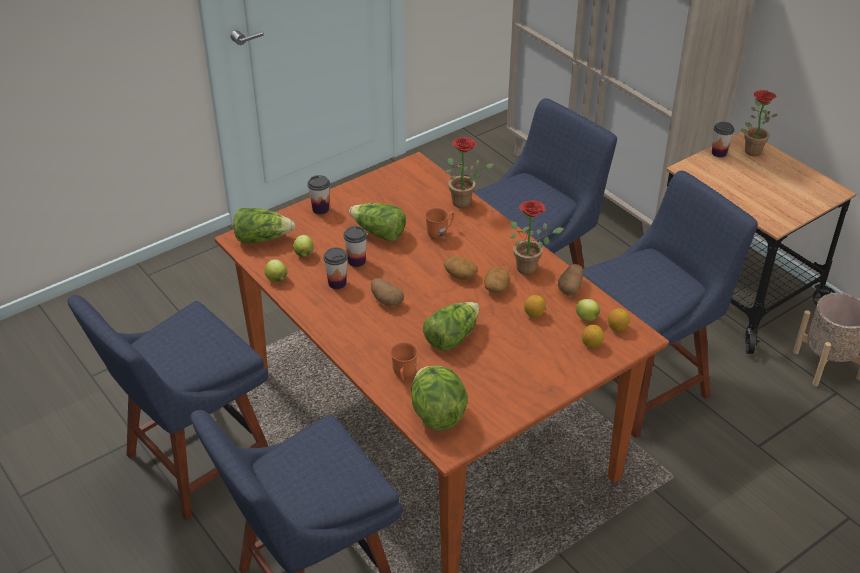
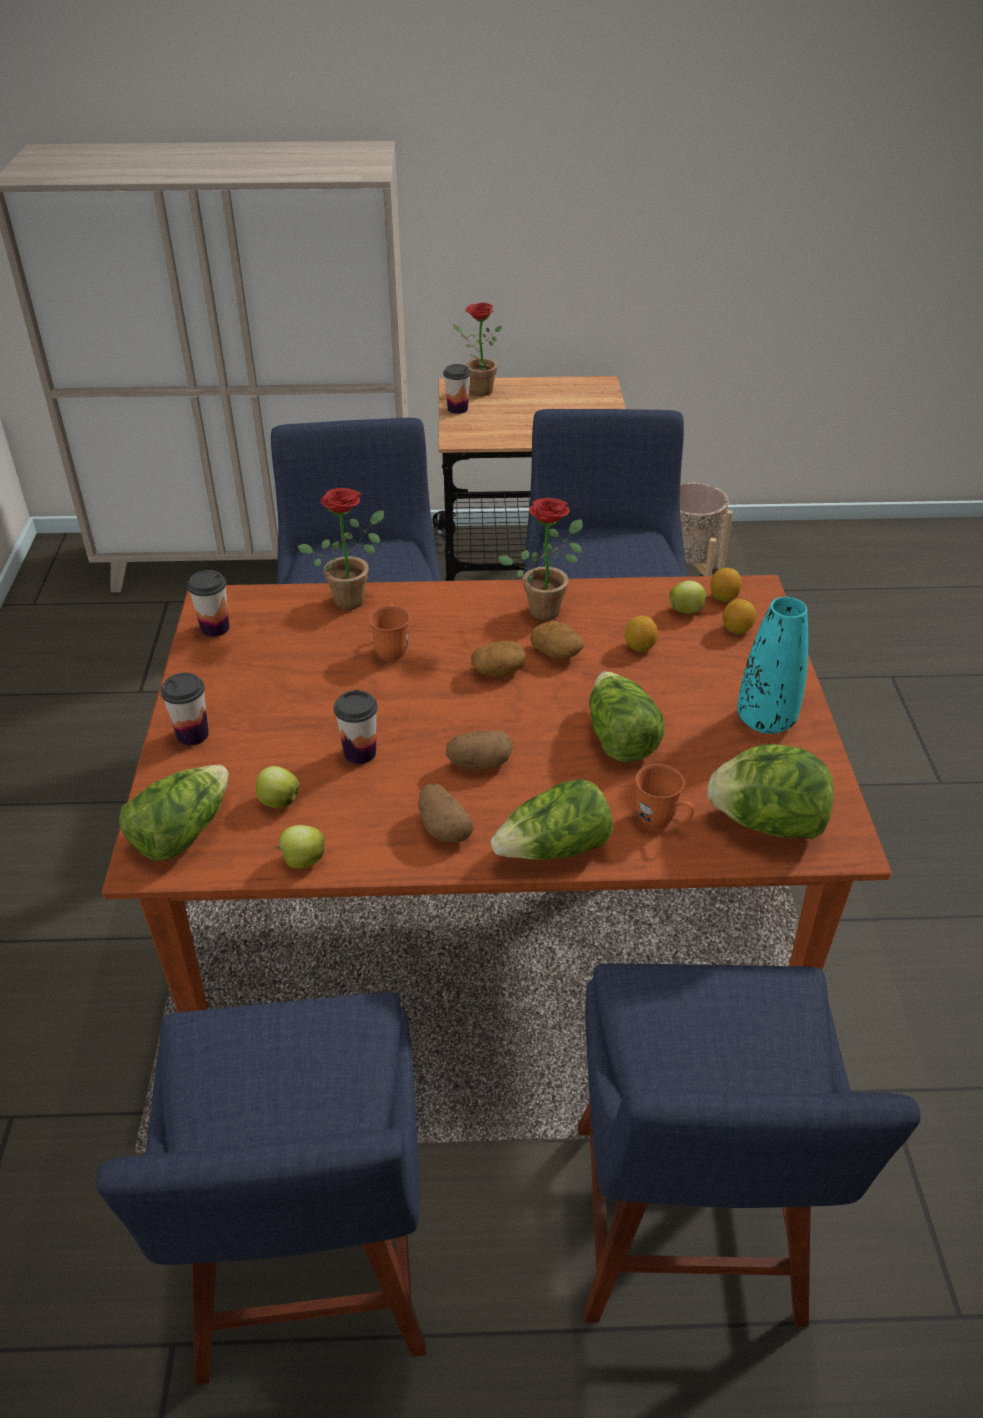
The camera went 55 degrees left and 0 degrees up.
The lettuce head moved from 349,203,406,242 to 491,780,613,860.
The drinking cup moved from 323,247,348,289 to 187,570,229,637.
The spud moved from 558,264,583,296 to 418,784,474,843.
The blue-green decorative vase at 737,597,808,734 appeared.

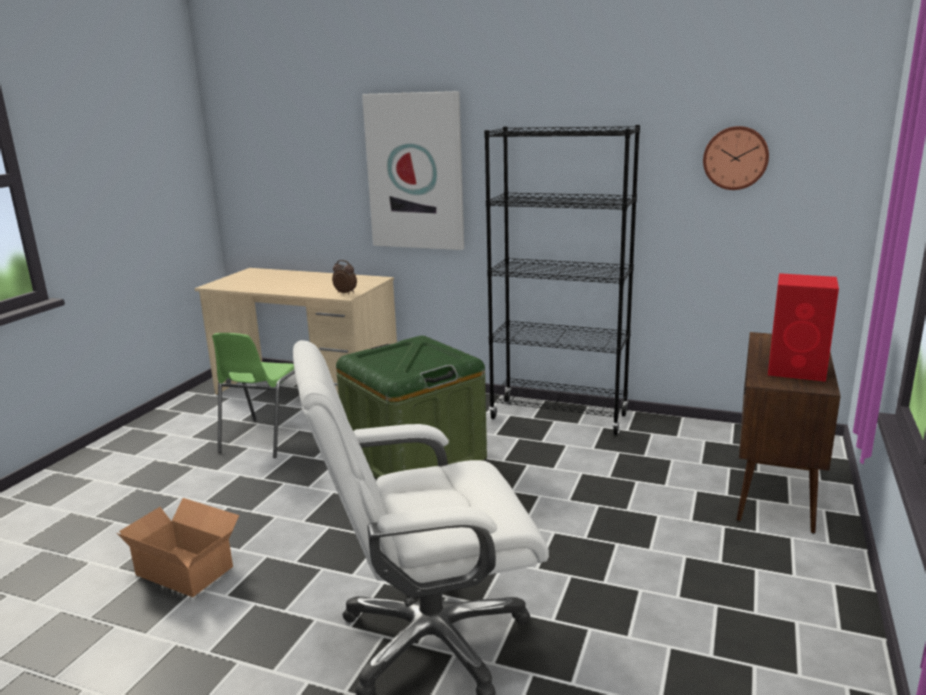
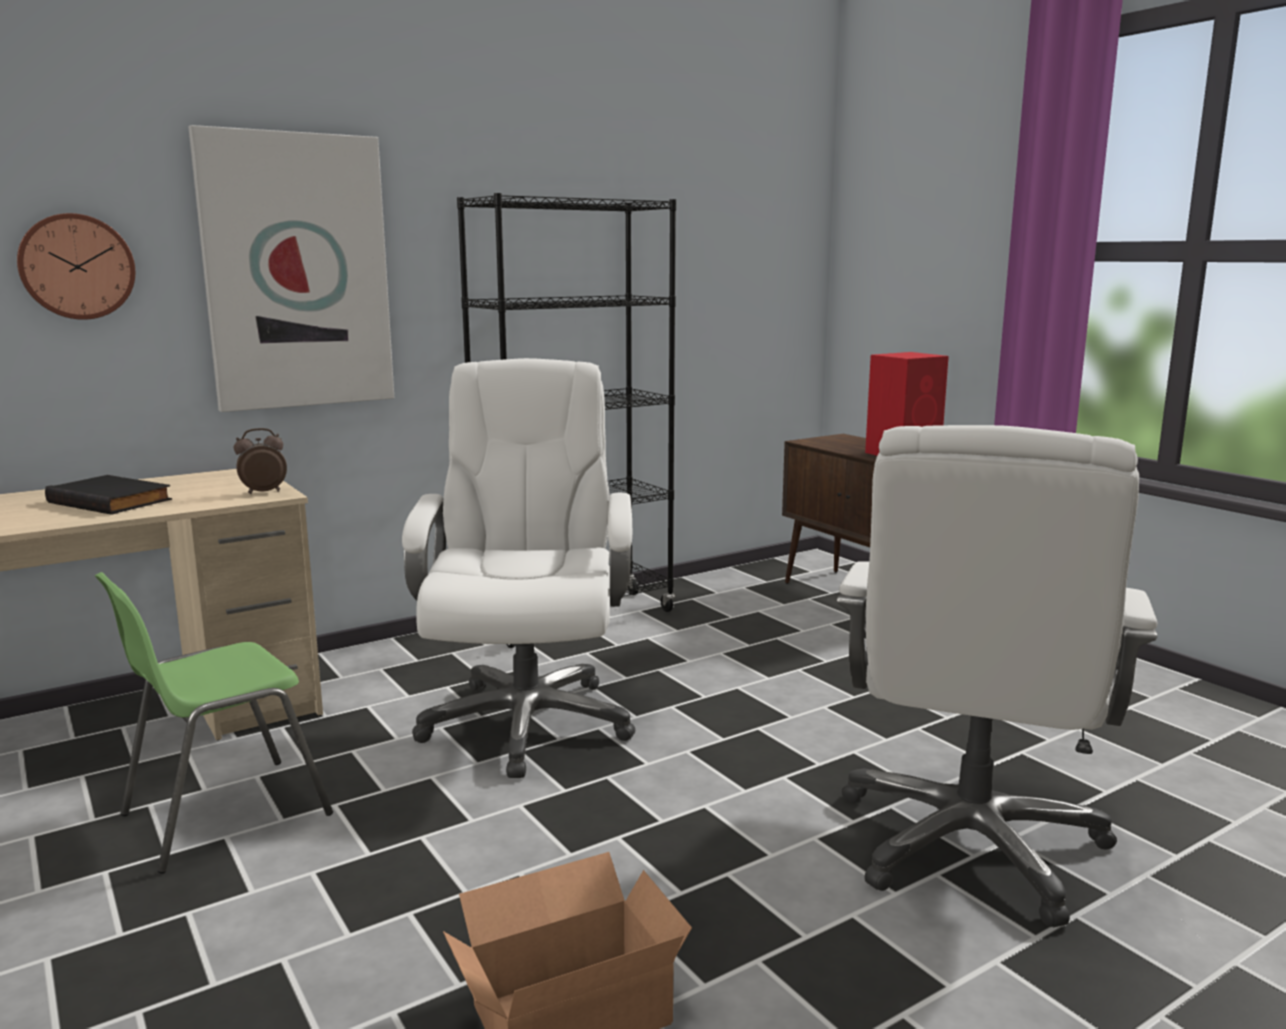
The camera went 55 degrees left and 5 degrees down.
The clock on the wall moved from 703,126,769,190 to 17,213,135,320.
The green-coloured chair at 212,333,295,458 turned 90 degrees clockwise.
The green-coloured storage bin at 336,336,487,480 was replaced by the white computer chair at 402,358,635,778.
The blackish book at 45,475,172,515 appeared.

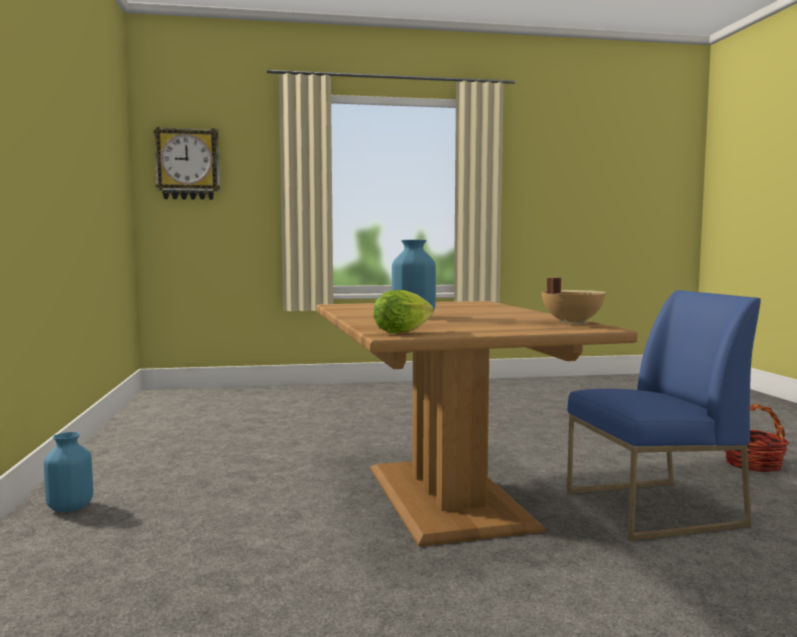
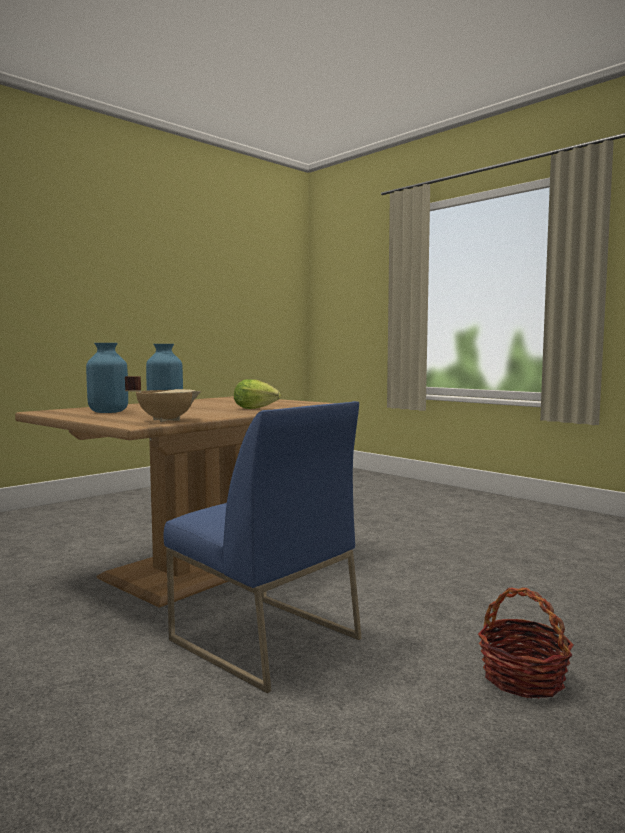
The camera went 55 degrees right and 0 degrees up.
The clock on the wall at 154,127,220,200 disappeared.
The lettuce head moved from 373,290,434,334 to 234,379,281,409.
The blue-coloured decorative vase moved from 44,432,93,512 to 86,343,128,413.

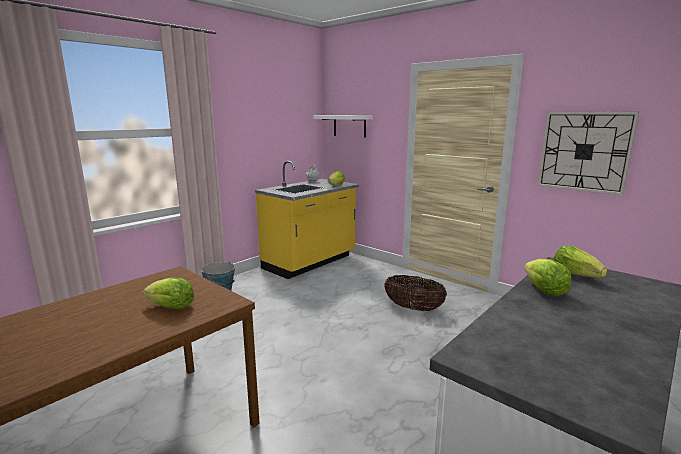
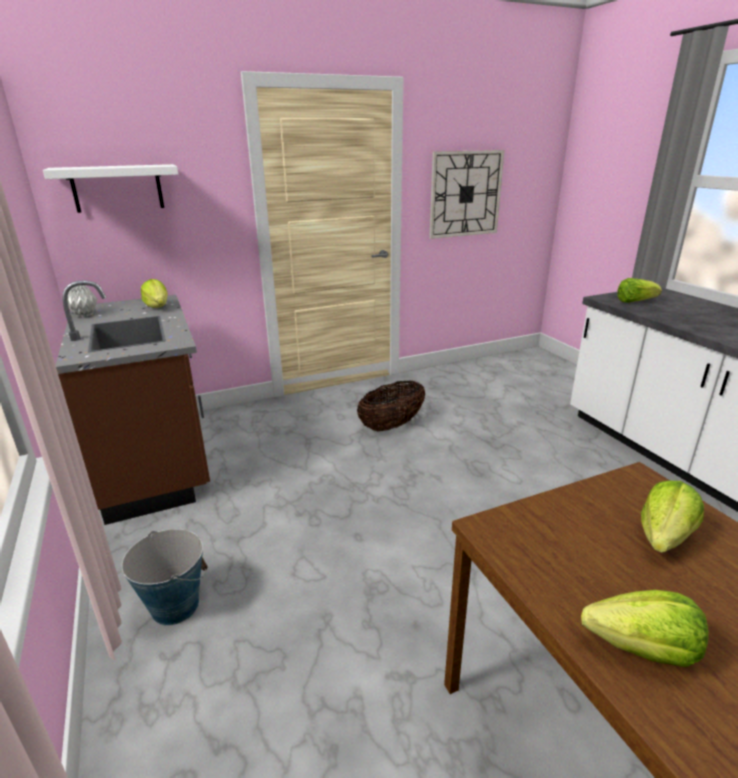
The camera went 65 degrees left and 10 degrees up.
The yellowish counter at 255,161,359,279 became the brownish counter at 56,280,210,525.
The lettuce head moved from 524,259,572,296 to 581,590,709,667.

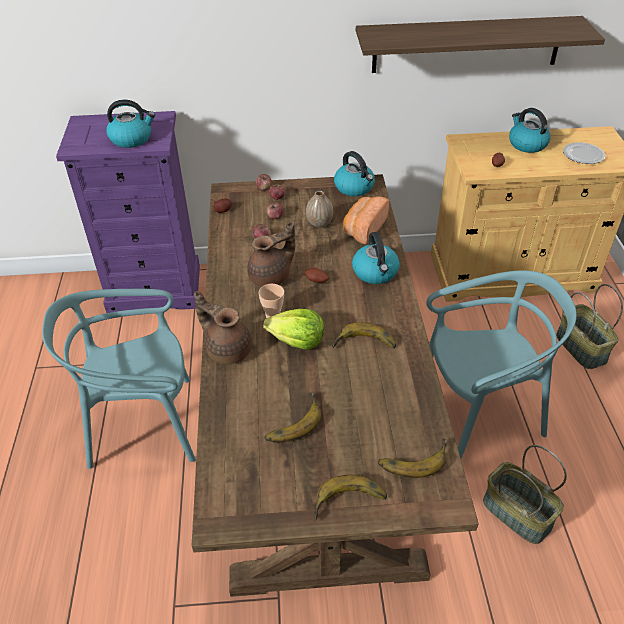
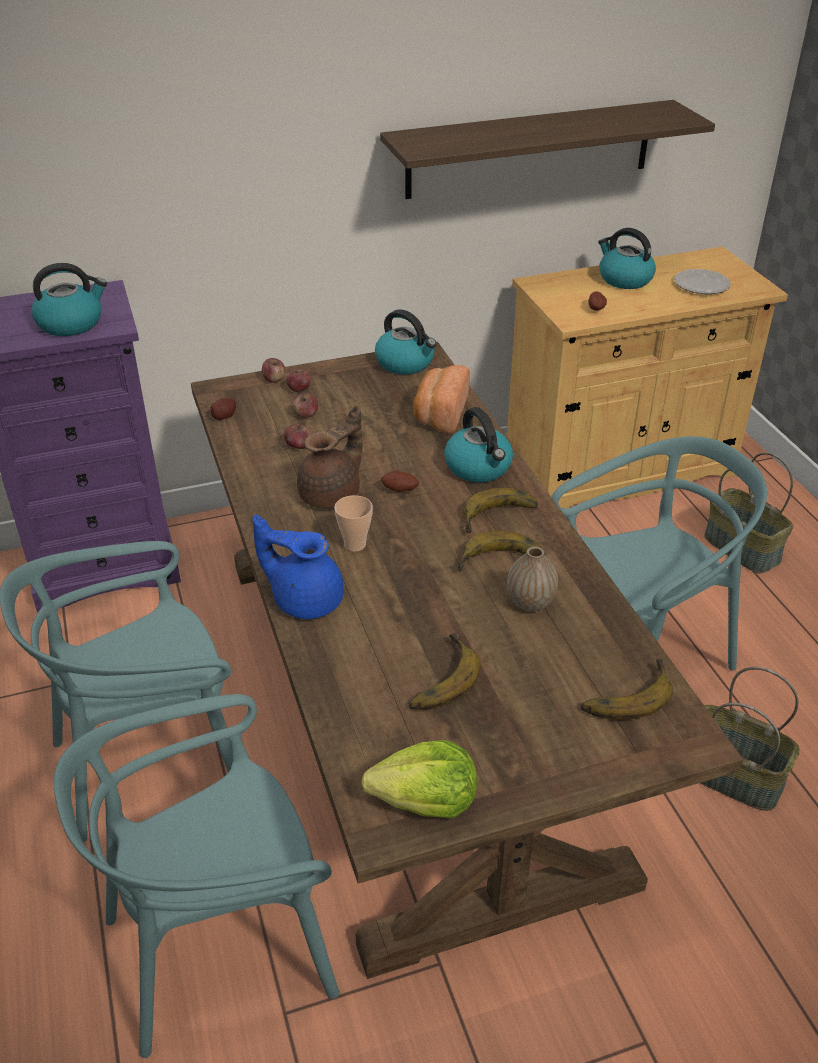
The camera went 15 degrees left and 5 degrees down.
The decorative vase moved from 306,191,333,227 to 507,547,558,611.
The brownish teapot at 194,291,252,364 became the blue-coloured teapot at 252,514,344,619.
The lettuce head moved from 263,309,324,350 to 362,740,477,818.
The banana fruit moved from 313,474,387,520 to 463,487,538,533.
The blue-green chair at 54,694,340,1058 appeared.

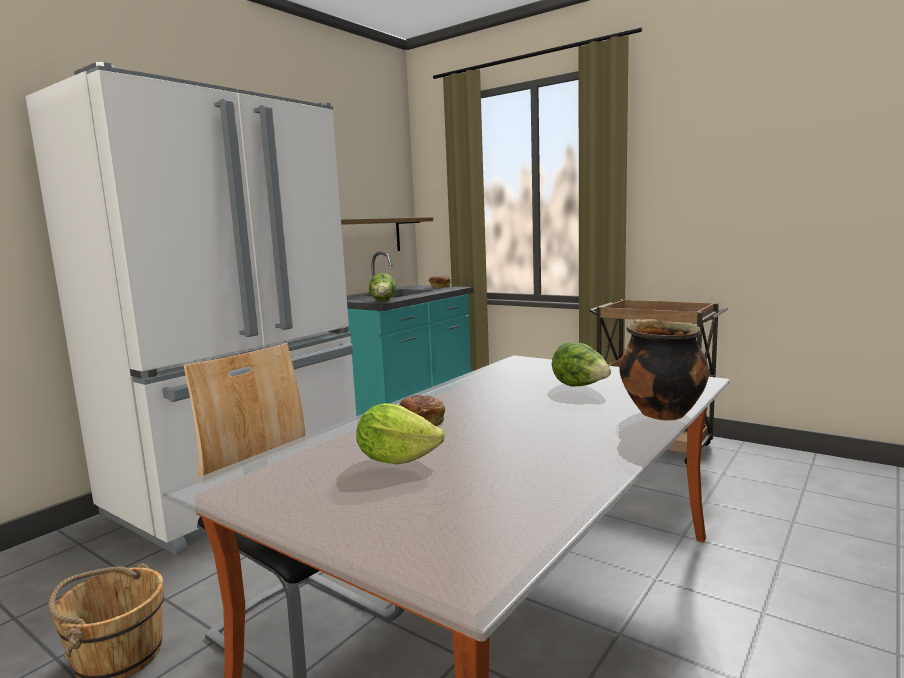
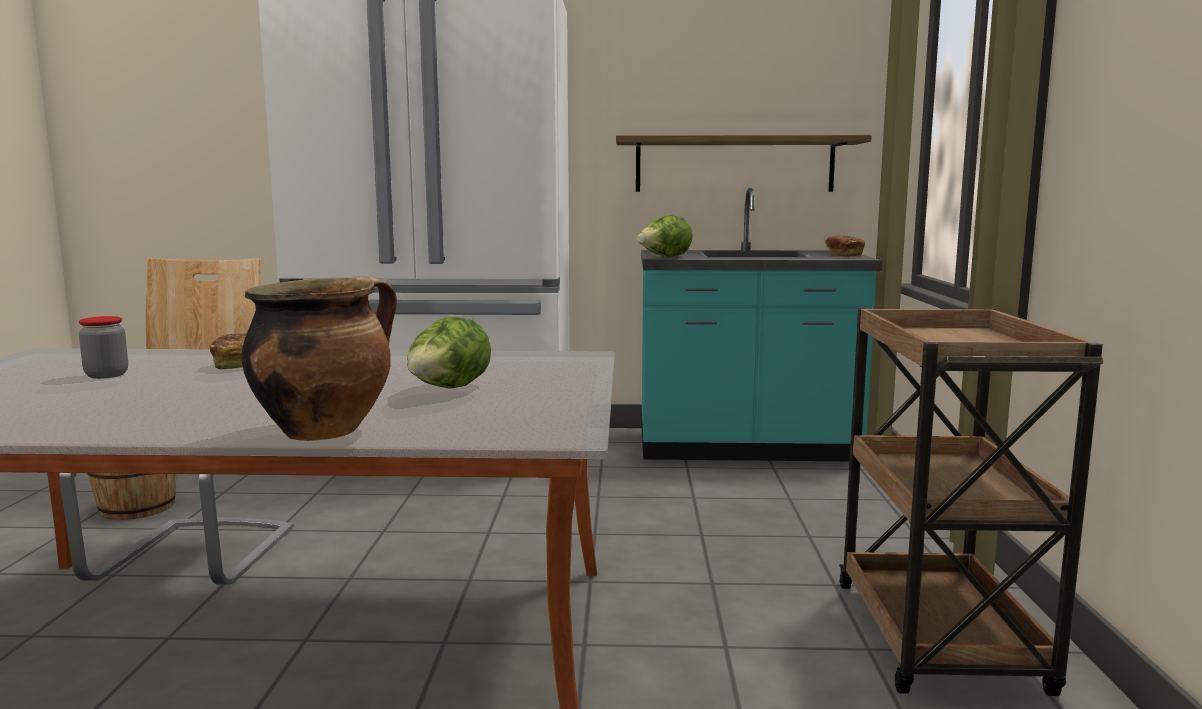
The camera went 55 degrees right and 0 degrees up.
The lettuce head at 356,403,445,464 was replaced by the preserve jar at 79,316,128,379.

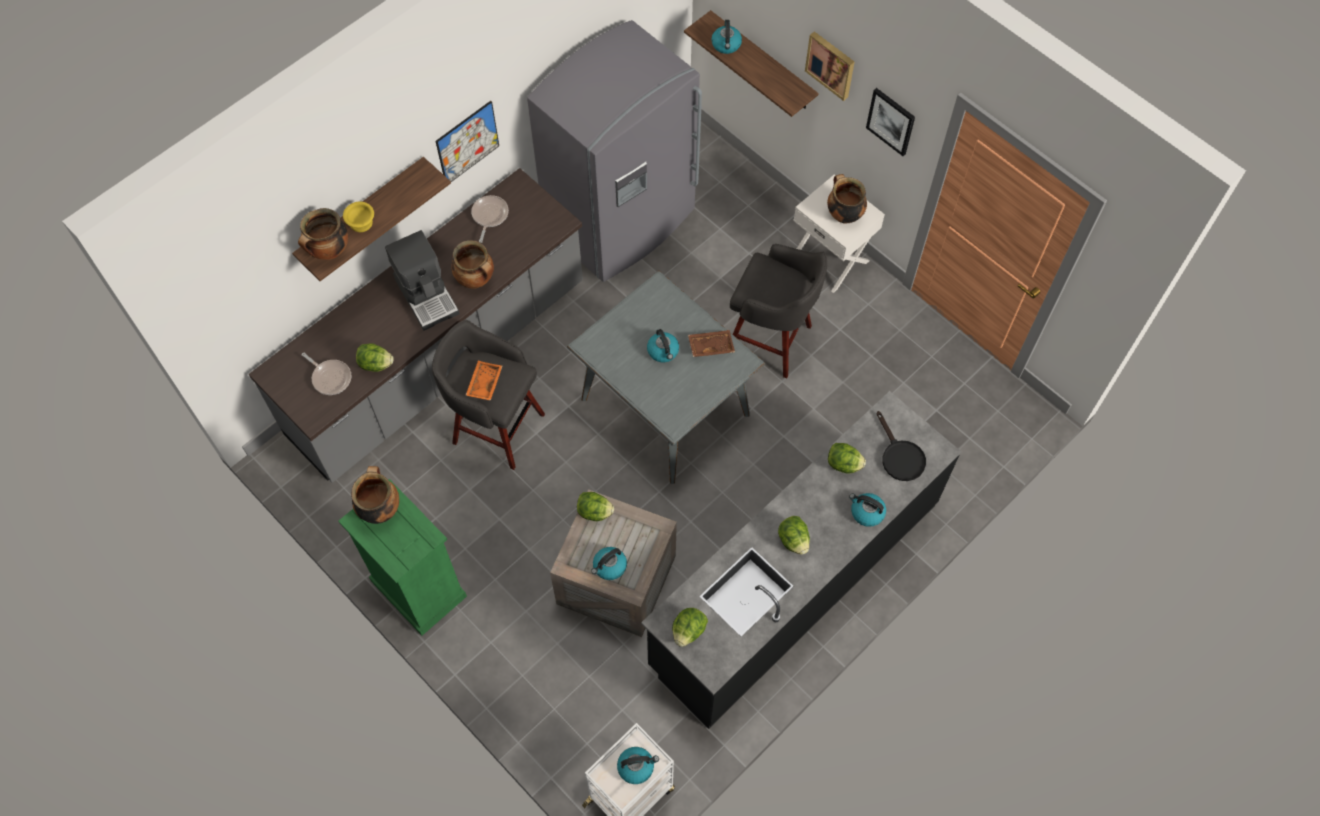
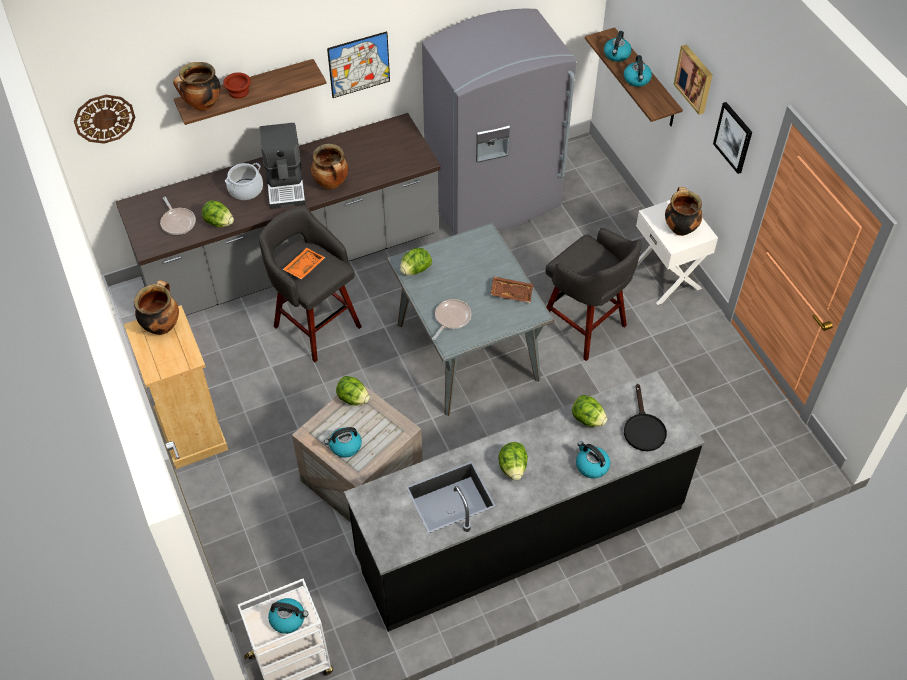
The camera went 20 degrees right and 10 degrees down.
The pan moved from 471,195,509,243 to 432,299,471,340.
The yellowish deep dish at 343,202,374,232 became the brownish deep dish at 223,72,251,99.
The kettle moved from 647,329,679,362 to 624,55,652,87.
The green-coloured chest of drawers at 339,479,467,636 became the beige chest of drawers at 124,305,228,469.
The lettuce head moved from 672,608,708,647 to 400,248,432,275.
The clock on the wall at 74,95,135,144 appeared.
The stockpot at 225,163,263,200 appeared.

